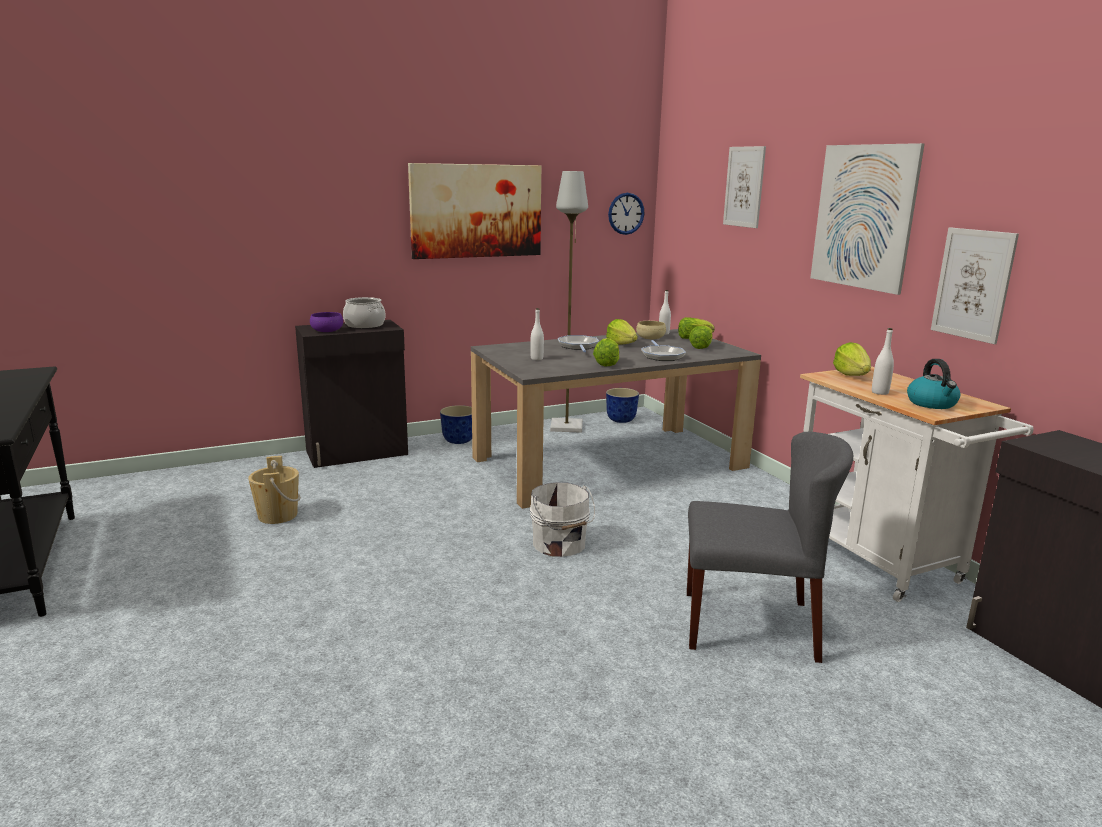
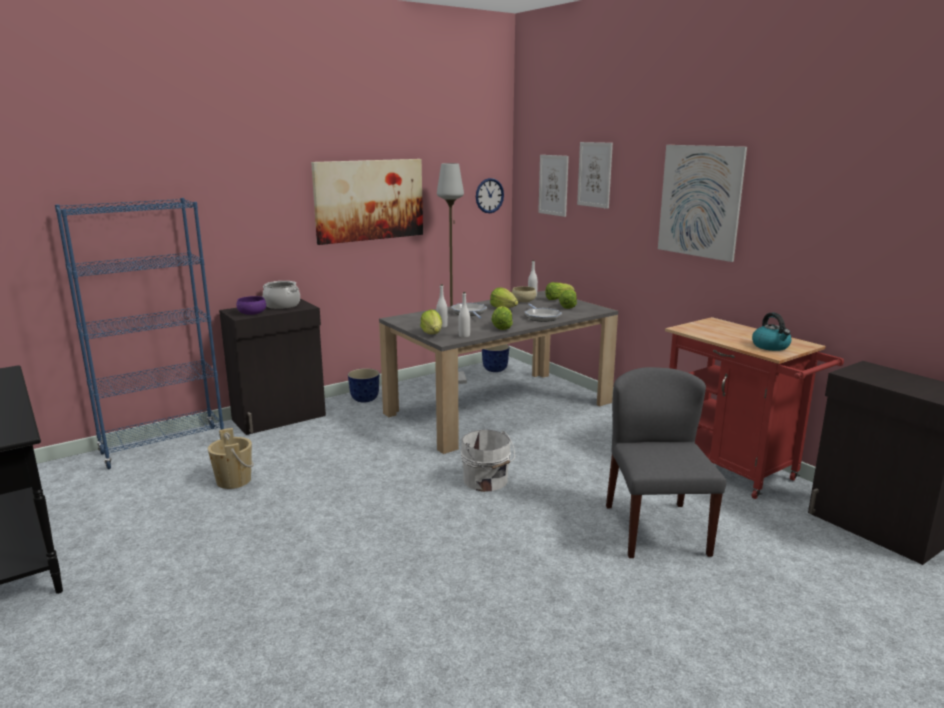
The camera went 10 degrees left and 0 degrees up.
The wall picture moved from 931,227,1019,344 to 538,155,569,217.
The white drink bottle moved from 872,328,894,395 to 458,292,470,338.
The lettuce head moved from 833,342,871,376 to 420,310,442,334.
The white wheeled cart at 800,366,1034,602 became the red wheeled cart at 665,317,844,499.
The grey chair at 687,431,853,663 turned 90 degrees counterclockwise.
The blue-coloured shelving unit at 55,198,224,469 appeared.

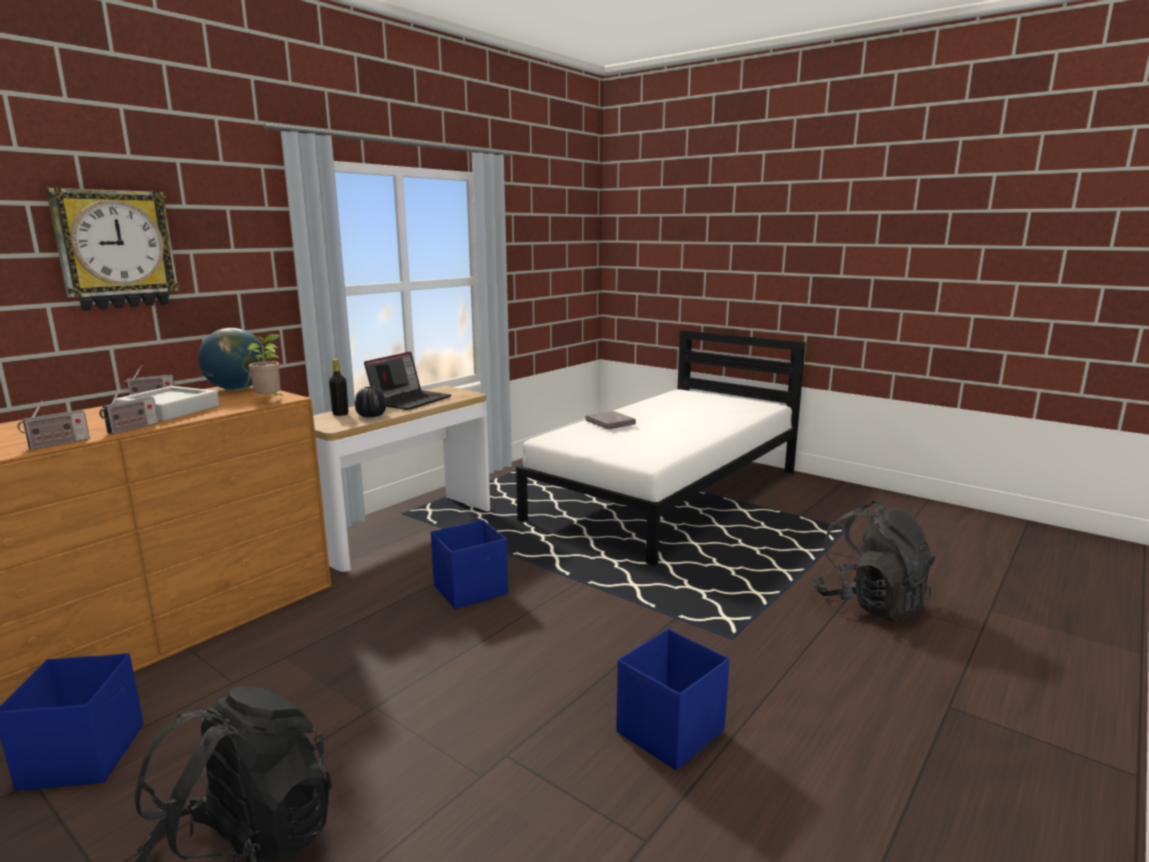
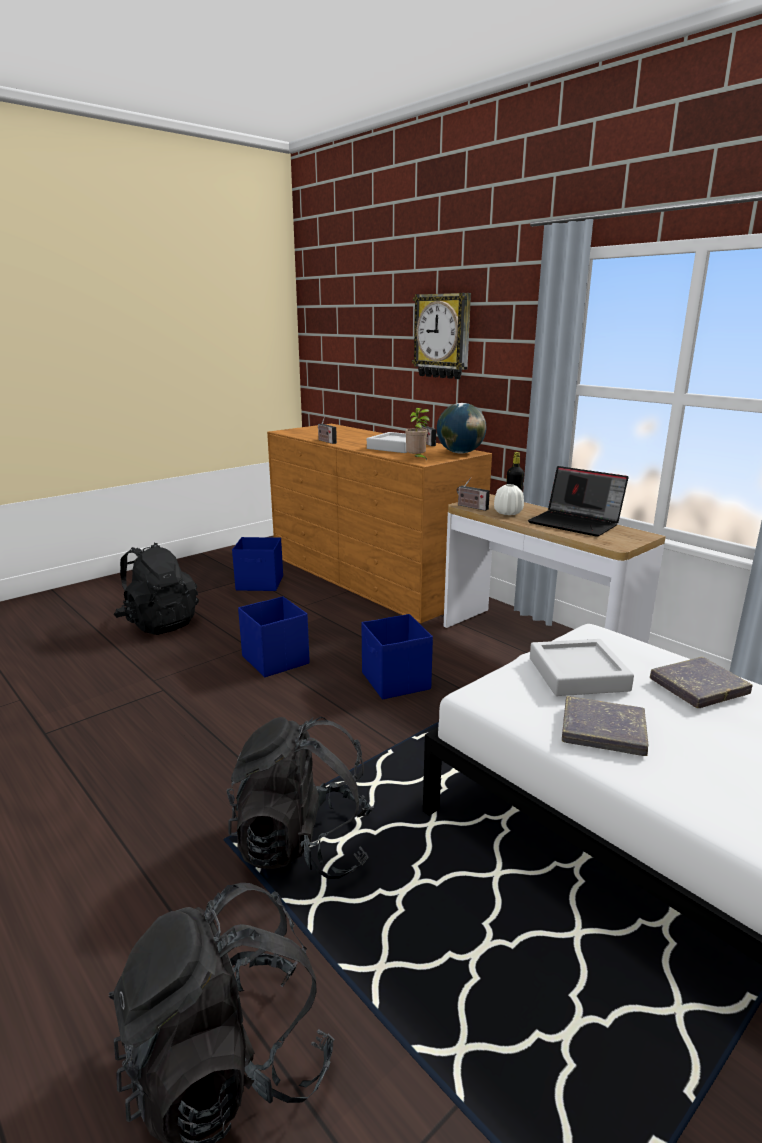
The camera went 100 degrees right and 5 degrees up.
The blackish decorative vase at 355,387,386,417 became the white decorative vase at 494,484,524,515.
The radio moved from 99,388,158,434 to 457,477,490,511.
The blue-coloured storage bin moved from 616,629,730,770 to 238,596,310,677.
The grey tray at 530,639,634,696 appeared.
The grey book at 562,696,648,756 appeared.
The blackish knapsack at 227,717,374,879 appeared.

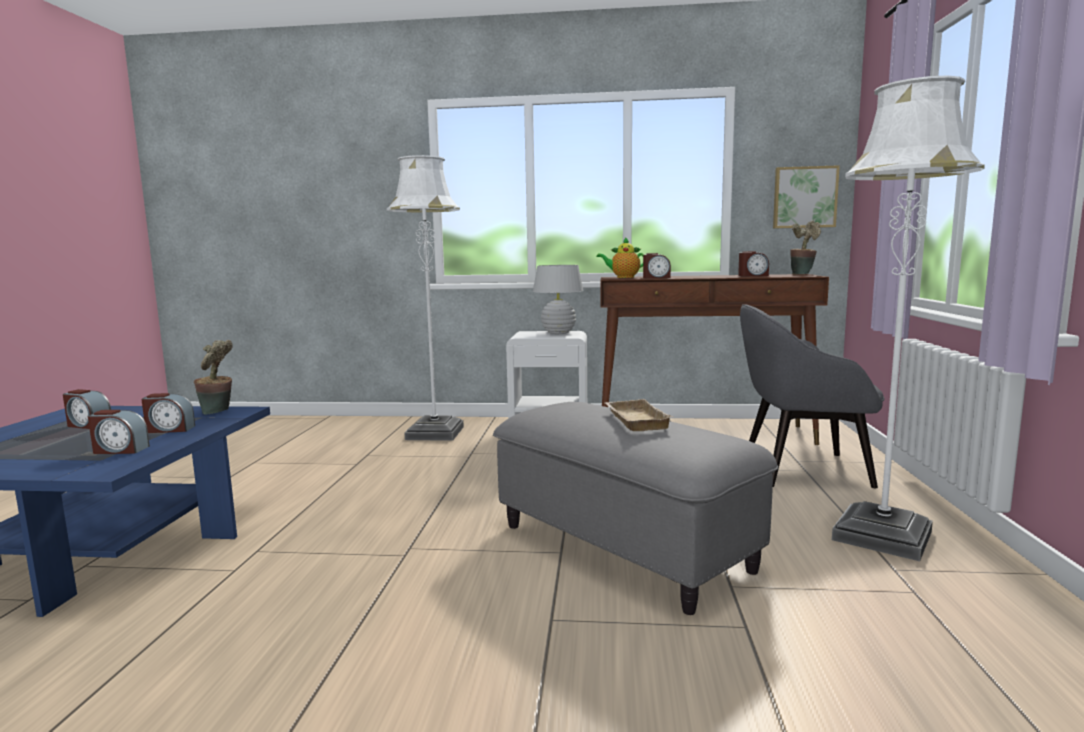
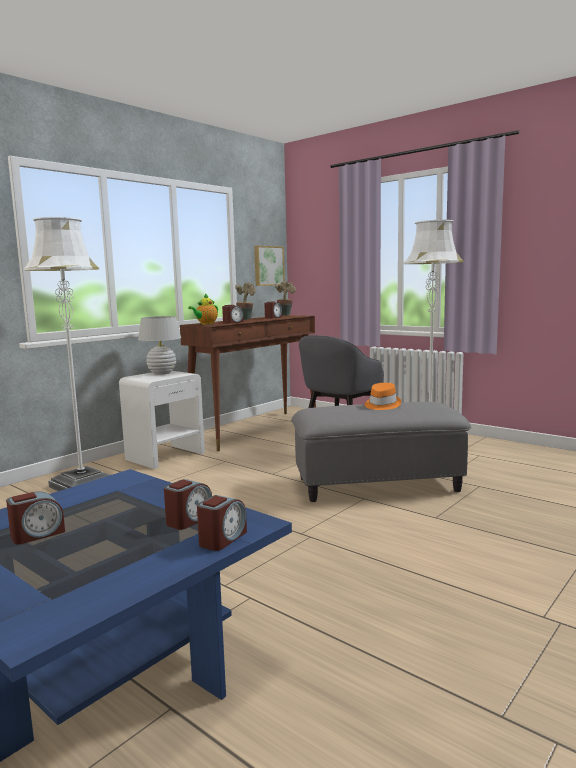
The camera went 55 degrees left and 0 degrees up.
The plant in a pot moved from 194,340,233,415 to 235,282,256,320.
The bedside clock moved from 141,393,195,433 to 197,495,247,551.
The beige tray at 605,399,674,431 was replaced by the orange wearable hat at 365,383,401,410.

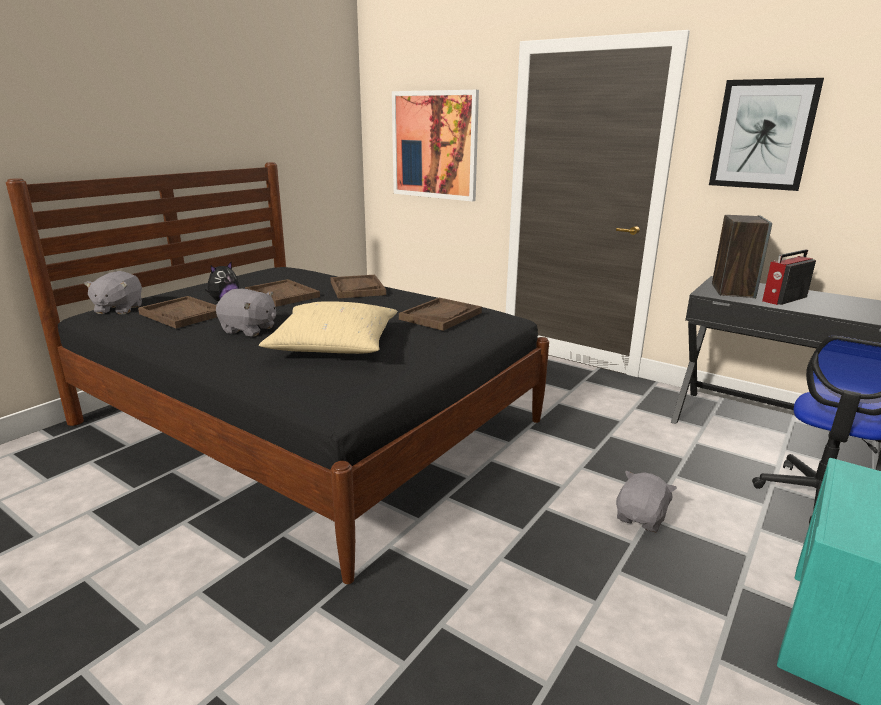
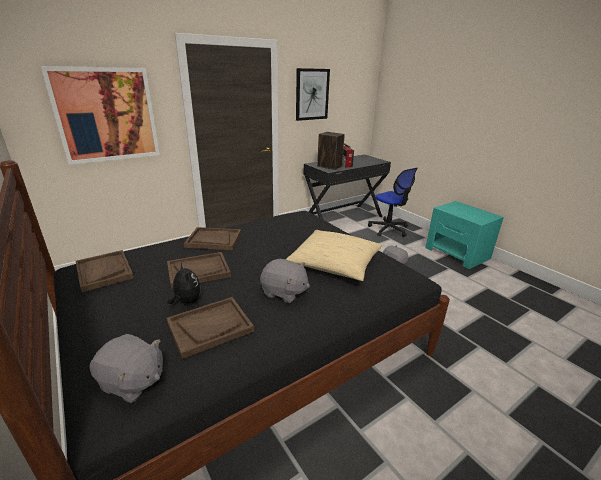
The camera went 70 degrees left and 5 degrees up.
The grey plush toy at 216,289,276,336 turned 75 degrees clockwise.
The brownish tray moved from 399,298,482,331 to 76,250,134,292.

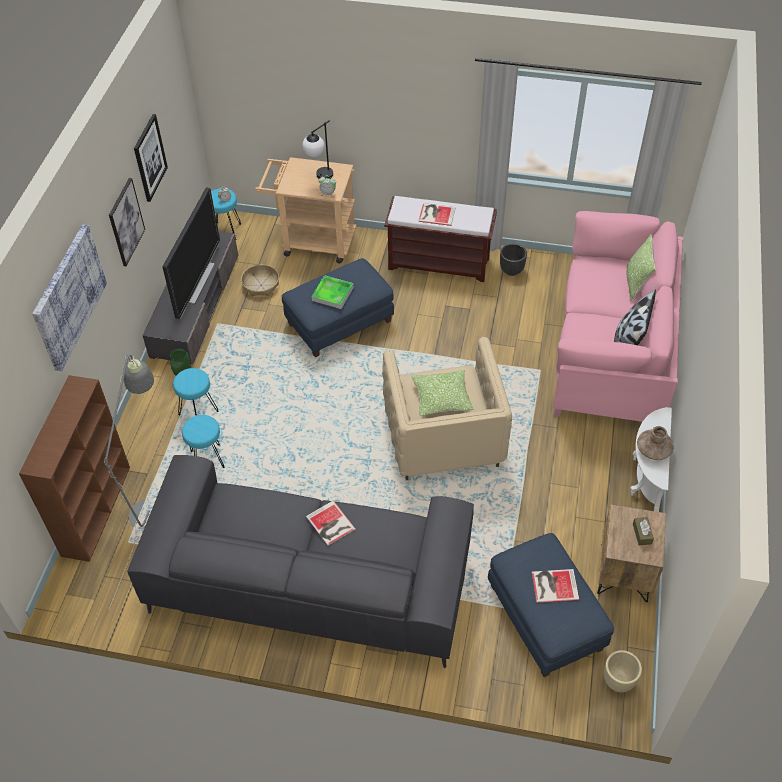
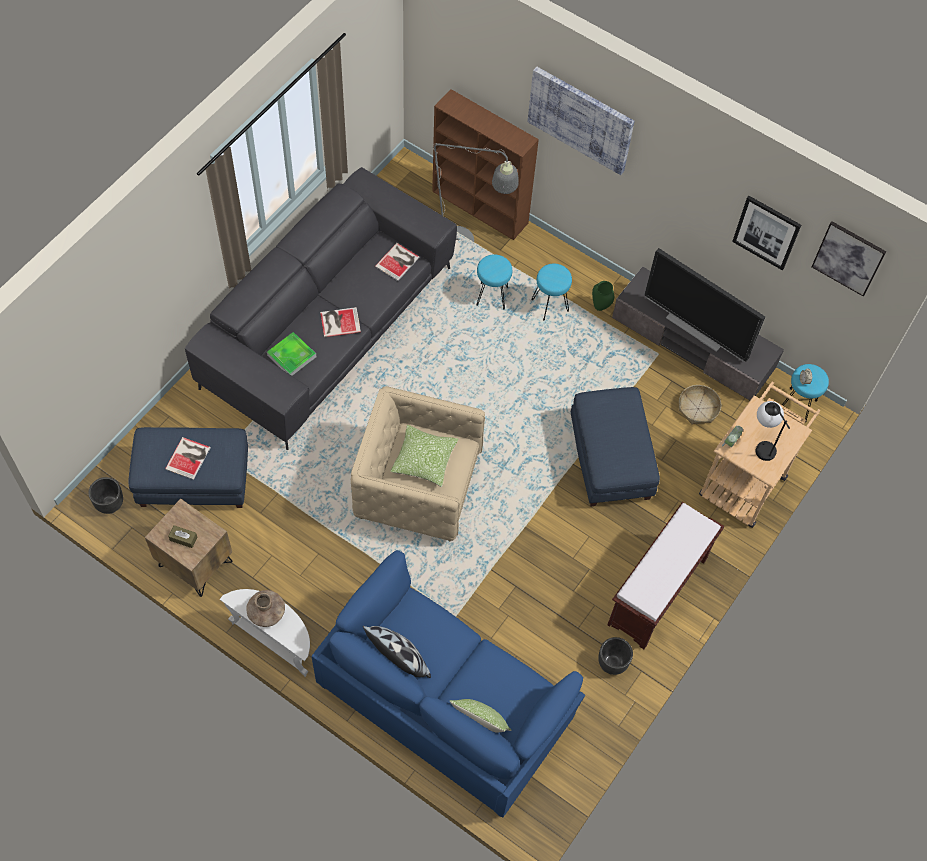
The camera went 110 degrees right and 10 degrees up.
The wall picture moved from 109,178,145,267 to 812,221,886,297.
The book moved from 418,203,456,226 to 375,243,420,281.
The pinkish settee at 553,211,683,422 became the blue-coloured settee at 312,550,585,817.
The tray moved from 312,275,354,309 to 267,332,316,376.
The beige planter at 604,650,642,692 became the blackish planter at 89,477,123,514.

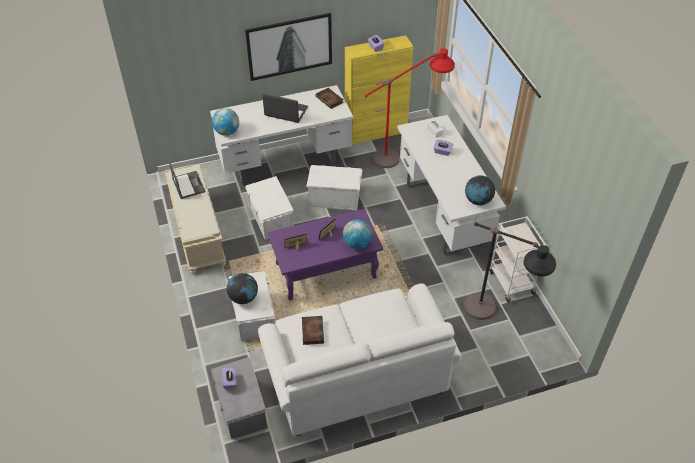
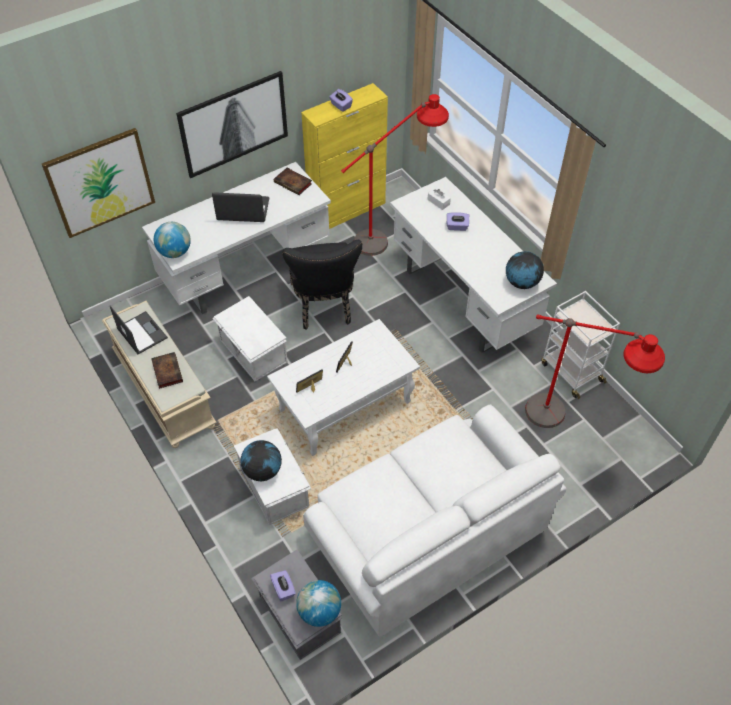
The camera went 15 degrees left and 5 degrees up.
The white storage bin at 306,165,362,210 was replaced by the blackish chair at 282,240,362,330.
The purple-coloured coffee table at 268,209,383,301 became the white coffee table at 267,319,420,456.
The desk globe moved from 343,219,372,249 to 296,580,341,627.
The blackish standing lamp at 464,222,556,320 became the red standing lamp at 525,314,665,428.
The book moved from 302,316,324,345 to 151,352,183,389.
The wall picture at 42,128,155,238 appeared.

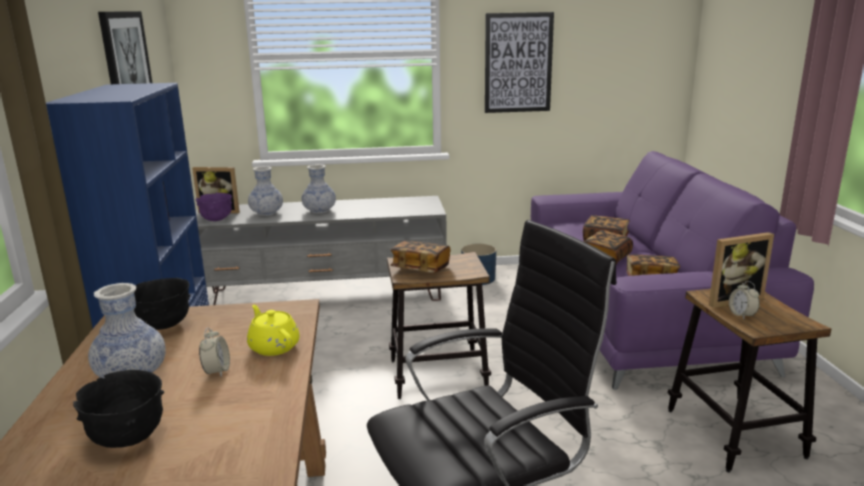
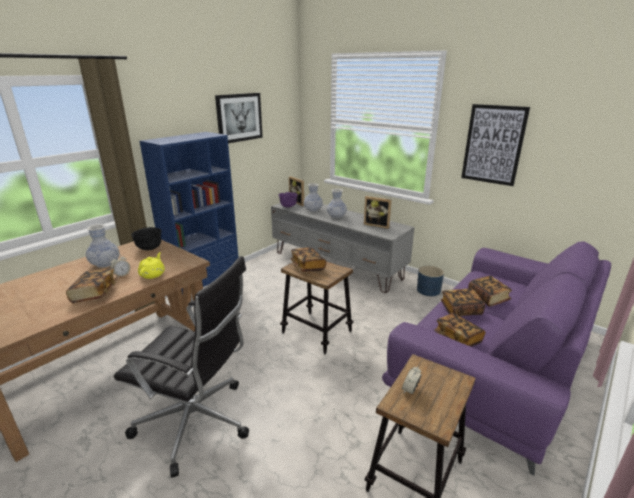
The camera went 45 degrees right and 5 degrees up.
The photo frame moved from 709,232,774,308 to 364,196,391,229.
The blackish deep dish at 73,370,164,448 disappeared.
The book at 66,268,117,303 appeared.

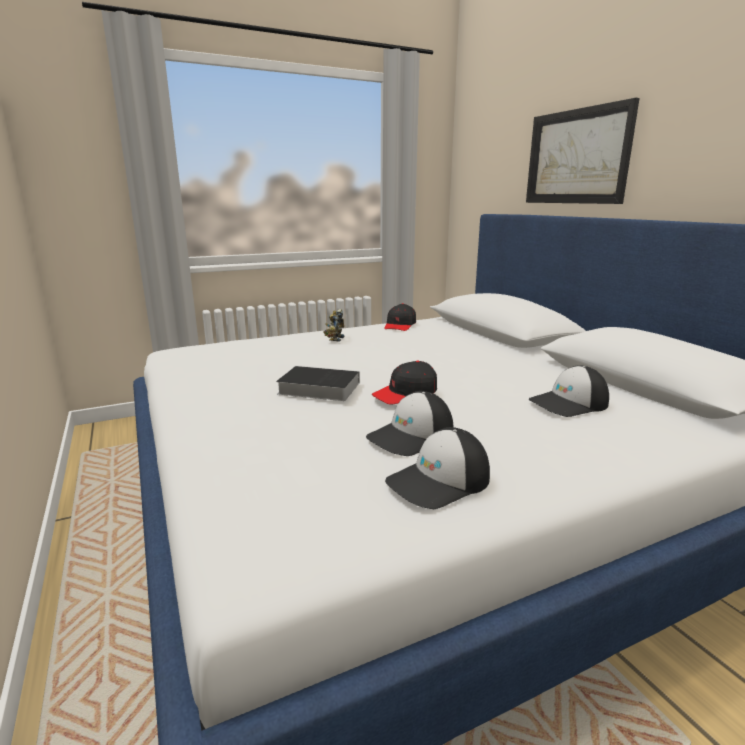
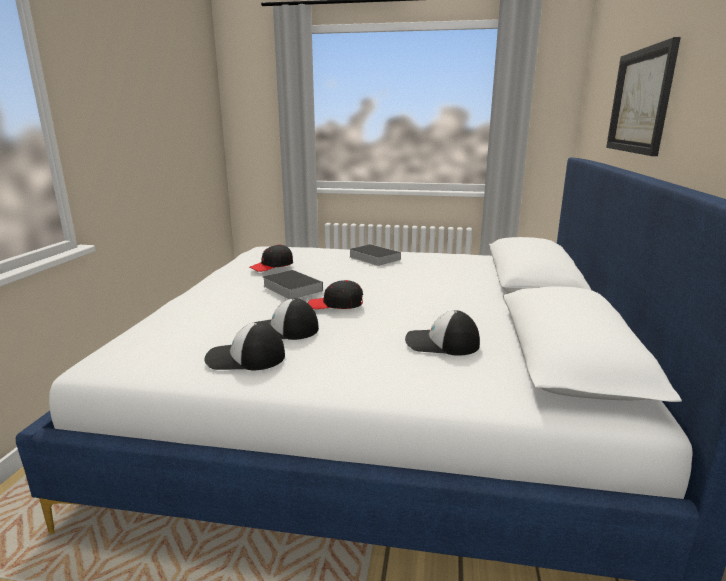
The camera went 35 degrees right and 0 degrees up.
The blackish baseball cap moved from 384,303,416,331 to 250,244,293,272.
The toy robot at 323,309,344,341 was replaced by the book at 349,244,401,266.

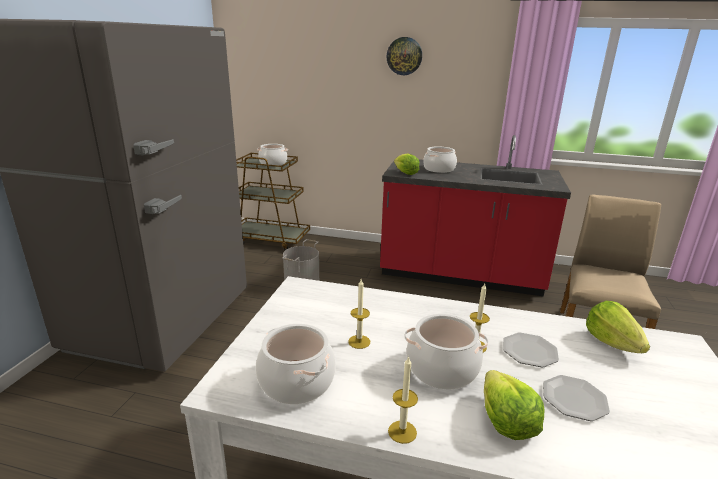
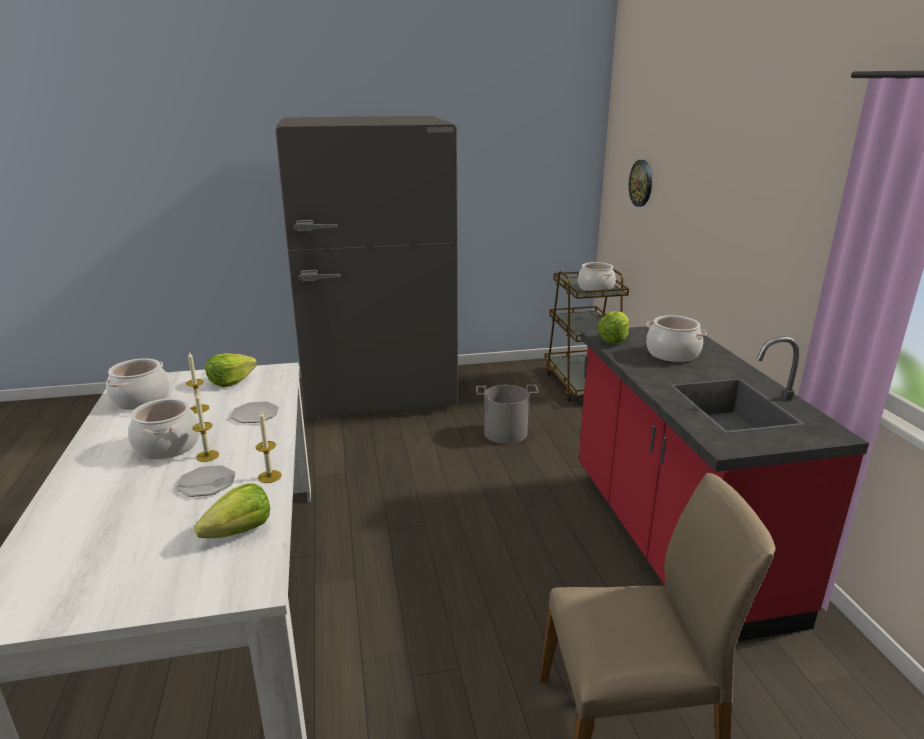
The camera went 65 degrees right and 0 degrees up.
The clock on the wall moved from 387,37,422,75 to 629,160,652,207.
The wax candle moved from 388,356,418,444 to 255,411,282,483.
The lettuce head moved from 484,370,544,440 to 205,353,257,387.
The plate moved from 543,375,610,421 to 230,401,279,423.

